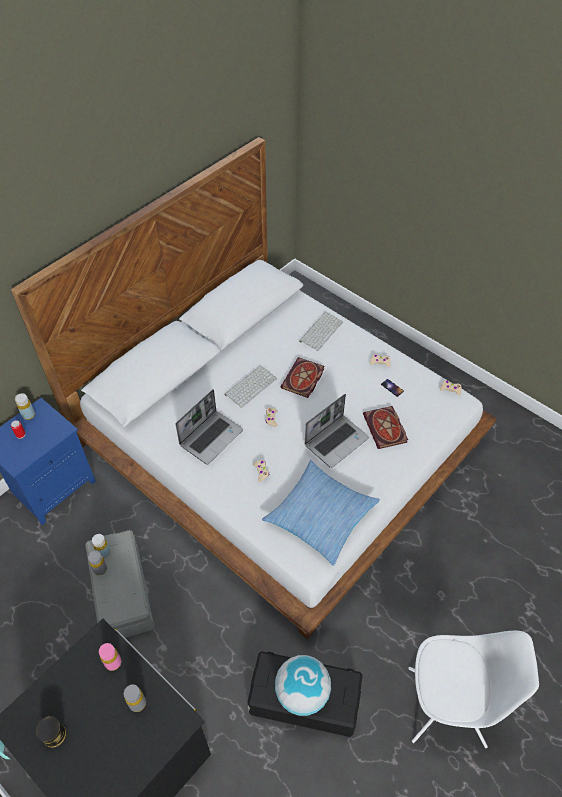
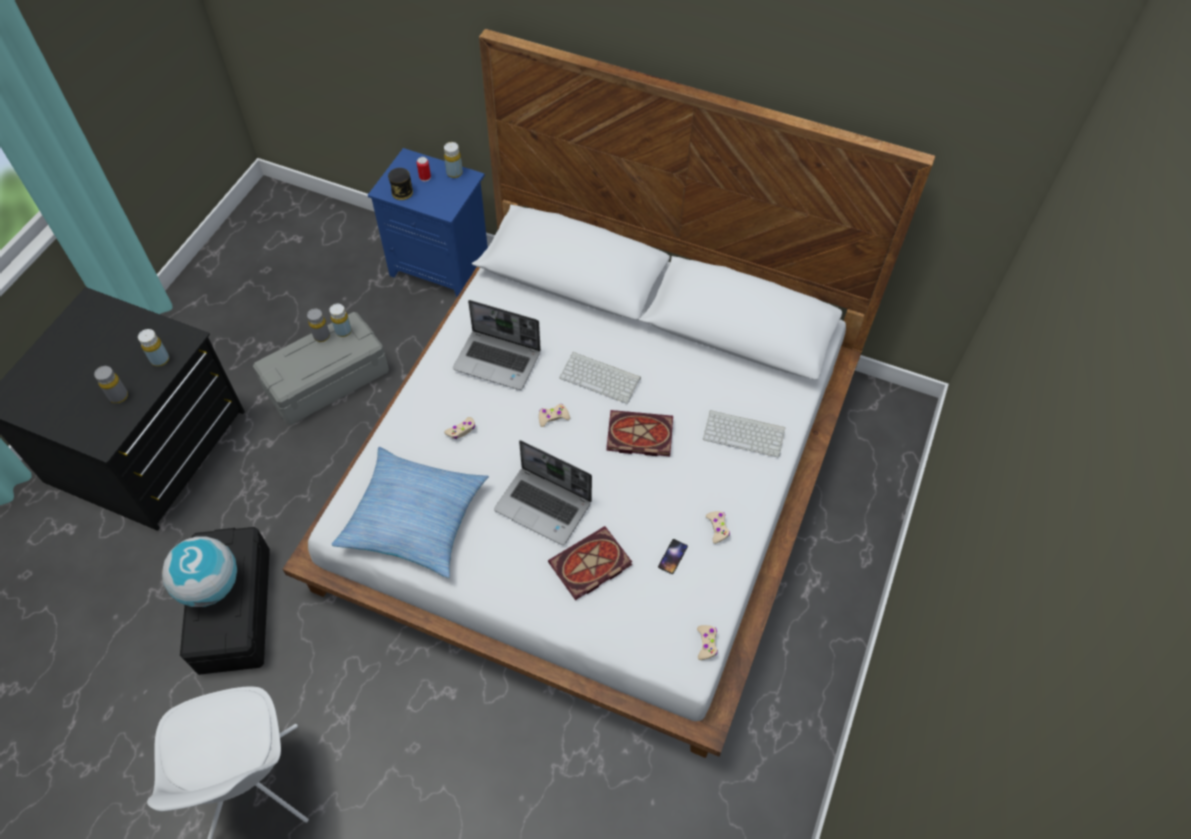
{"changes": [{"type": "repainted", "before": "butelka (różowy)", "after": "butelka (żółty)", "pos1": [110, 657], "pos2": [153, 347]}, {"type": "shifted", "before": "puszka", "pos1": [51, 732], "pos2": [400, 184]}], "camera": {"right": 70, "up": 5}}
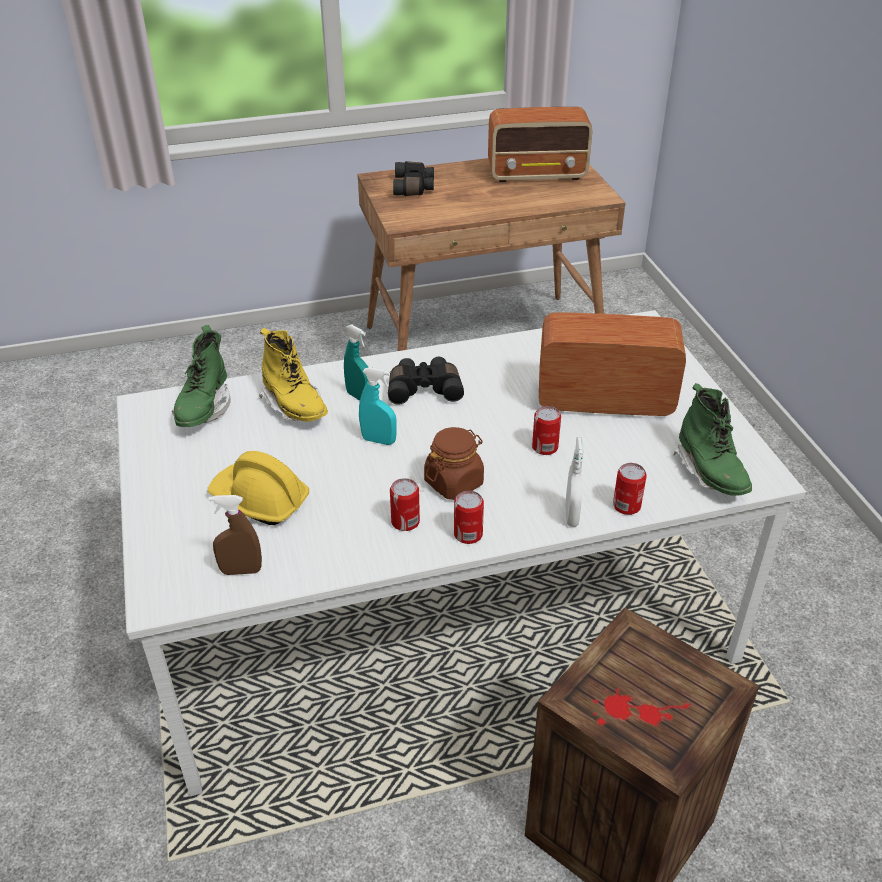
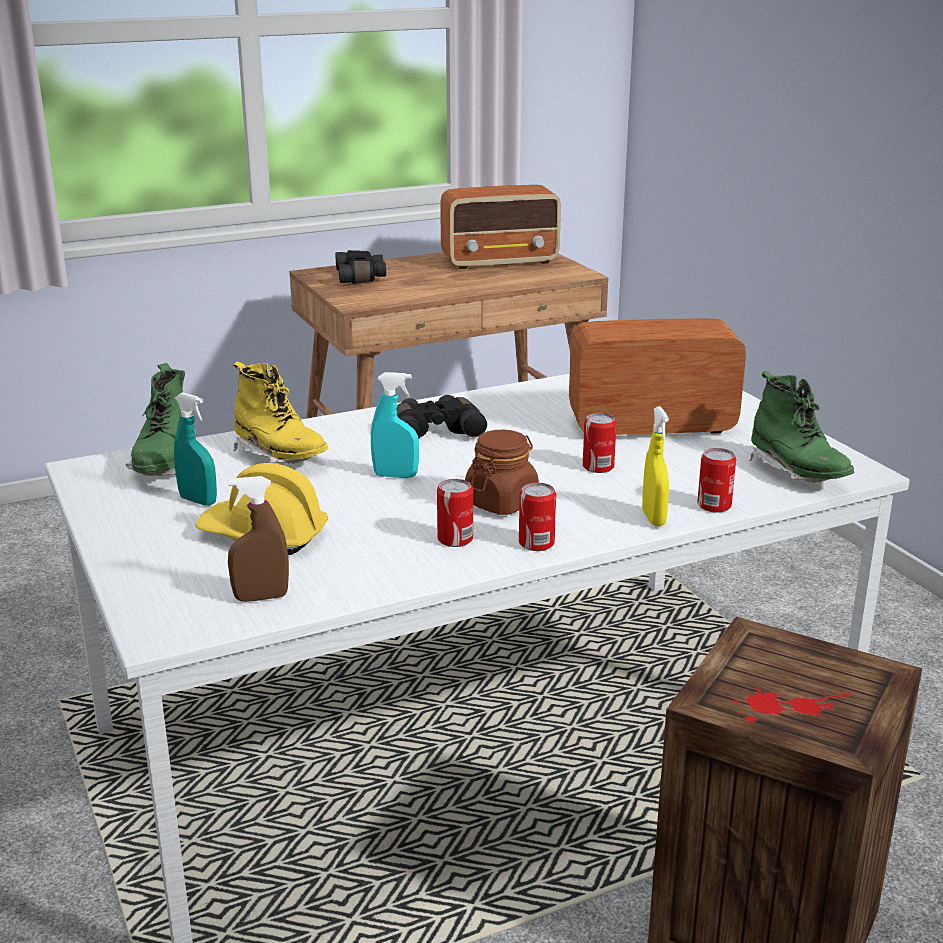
{"changes": [{"type": "shifted", "before": "spryskiwacz (turkusowy)", "pos1": [356, 362], "pos2": [195, 449]}, {"type": "repainted", "before": "spryskiwacz (biały)", "after": "spryskiwacz (żółty)", "pos1": [574, 482], "pos2": [655, 466]}], "camera": {"right": -10, "up": -15}}
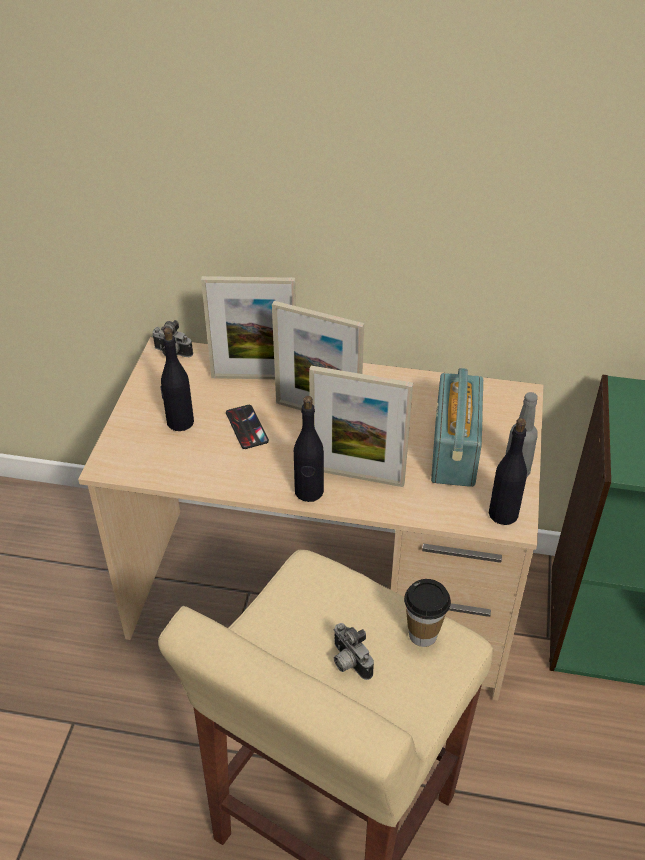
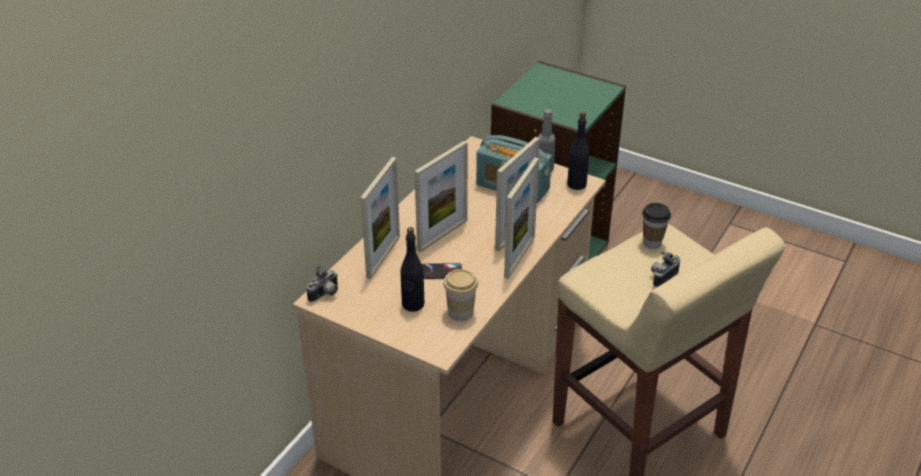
{"changes": [{"type": "swapped", "before": "butelka (czarny)", "after": "ramka na zdjęcie", "pos1": [309, 449], "pos2": [521, 218]}, {"type": "rotated", "before": "aparat fotograficzny", "pos1": [354, 651], "pos2": [665, 269], "turn": 150}, {"type": "new", "after": "filiżanka", "pos2": [460, 295]}], "camera": {"right": -70, "up": -5}}
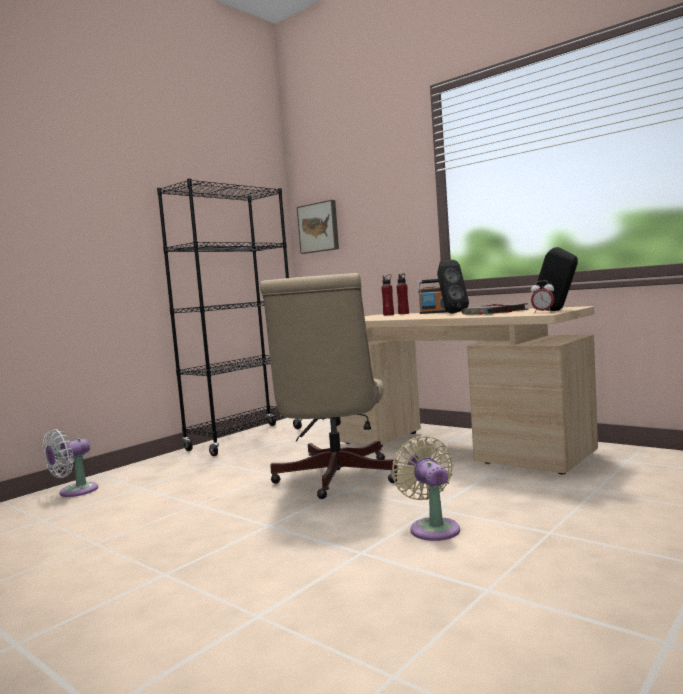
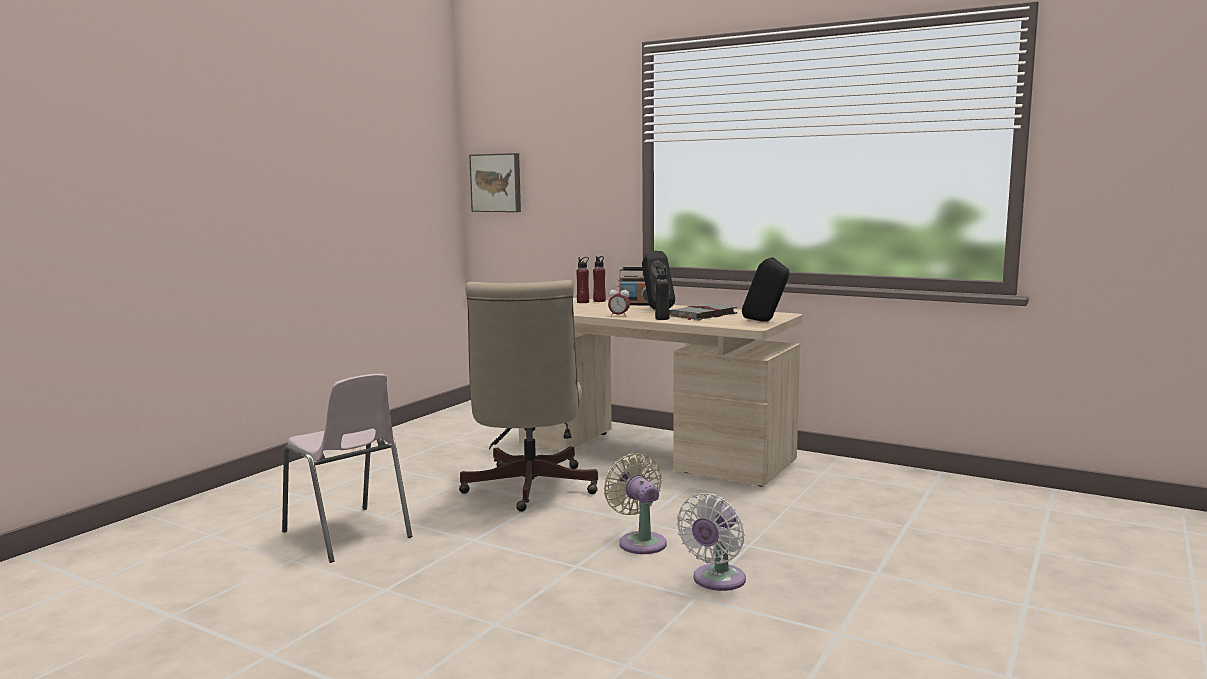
{"changes": [{"type": "gone", "before": "regał (czarny)", "pos1": [229, 317]}, {"type": "shifted", "before": "budzik", "pos1": [542, 297], "pos2": [619, 301]}, {"type": "shifted", "before": "wentylator (biały)", "pos1": [70, 463], "pos2": [711, 542]}, {"type": "new", "after": "butelka (czarny)", "pos2": [662, 293]}, {"type": "new", "after": "krzesło (różowy)", "pos2": [347, 468]}], "camera": {"right": -10, "up": 5}}
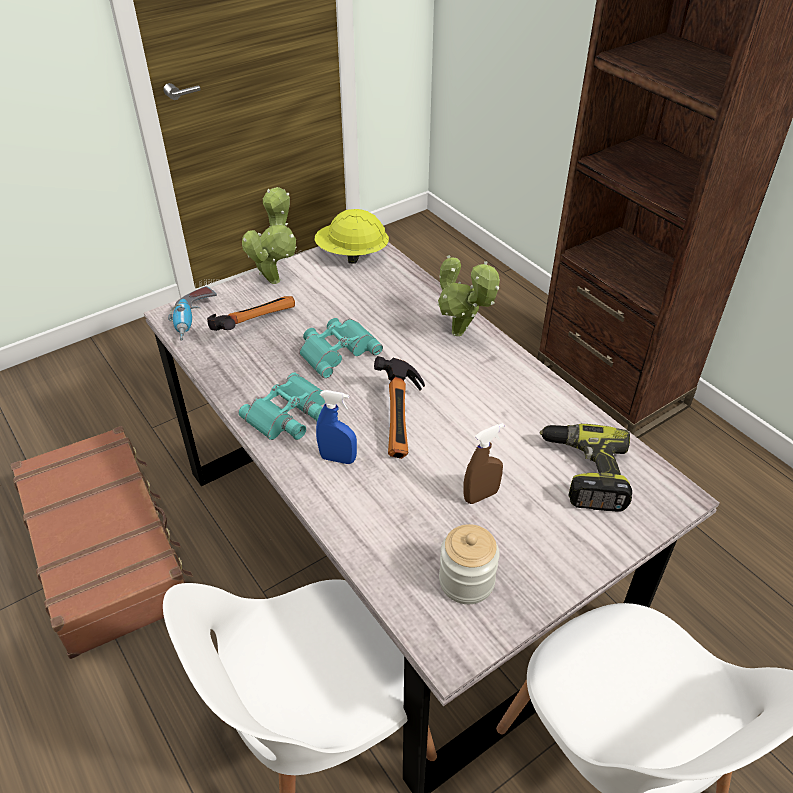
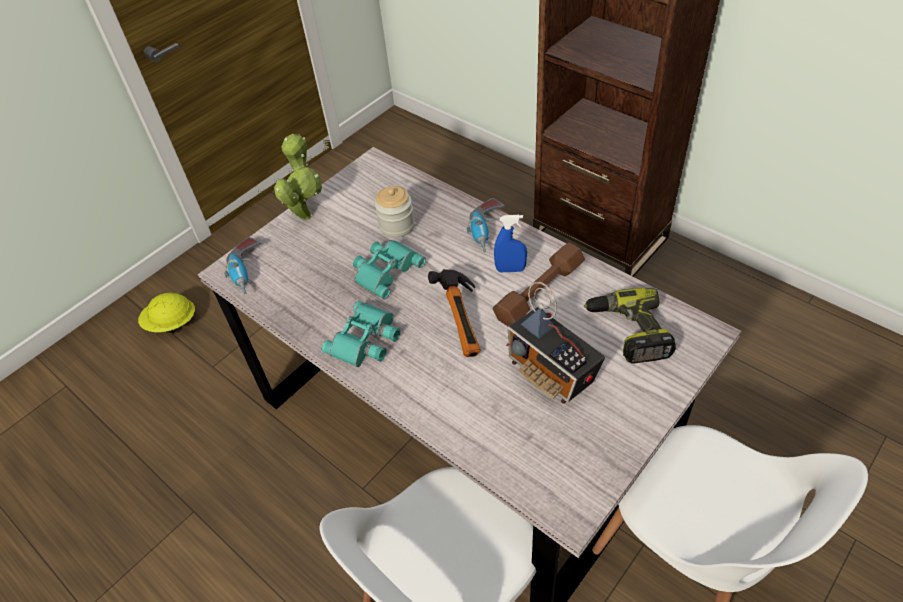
{"changes": [{"type": "shifted", "before": "kask (żółty)", "pos1": [351, 236], "pos2": [166, 313]}, {"type": "swapped", "before": "roślina doniczkowa", "after": "wiertarka", "pos1": [468, 295], "pos2": [485, 225]}, {"type": "gone", "before": "młotek", "pos1": [251, 313]}, {"type": "shifted", "before": "spryskiwacz (niebieski)", "pos1": [336, 427], "pos2": [510, 243]}, {"type": "swapped", "before": "spryskiwacz (brązowy)", "after": "radio", "pos1": [483, 463], "pos2": [555, 343]}, {"type": "gone", "before": "walizka (brązowy)", "pos1": [102, 542]}, {"type": "shifted", "before": "słoik", "pos1": [469, 564], "pos2": [395, 212]}, {"type": "new", "after": "hantel (brązowy)", "pos2": [538, 284]}], "camera": {"right": -10, "up": 5}}
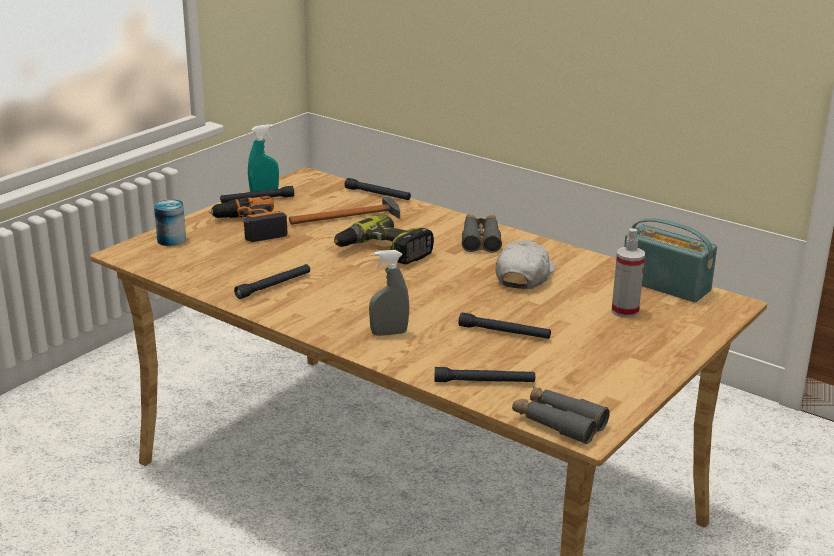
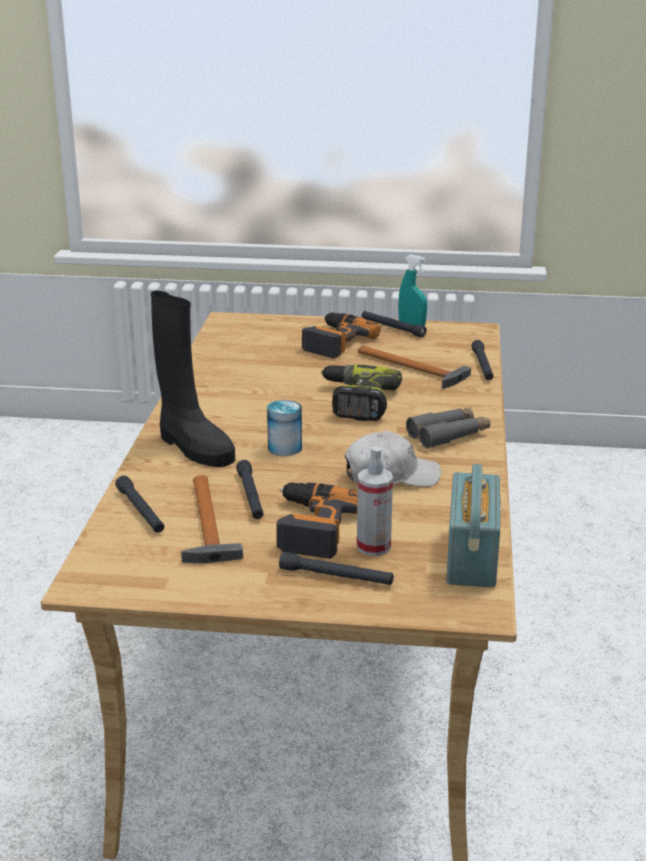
{"changes": [{"type": "shifted", "before": "puszka", "pos1": [170, 222], "pos2": [284, 428]}, {"type": "swapped", "before": "spryskiwacz (szary)", "after": "but z cholewką (czarny)", "pos1": [389, 293], "pos2": [193, 379]}, {"type": "shifted", "before": "latarka (czarny)", "pos1": [272, 281], "pos2": [336, 568]}, {"type": "gone", "before": "lornetka (szary)", "pos1": [561, 415]}, {"type": "new", "after": "młotek", "pos2": [212, 519]}, {"type": "new", "after": "wiertarka", "pos2": [317, 520]}], "camera": {"right": 60, "up": 0}}
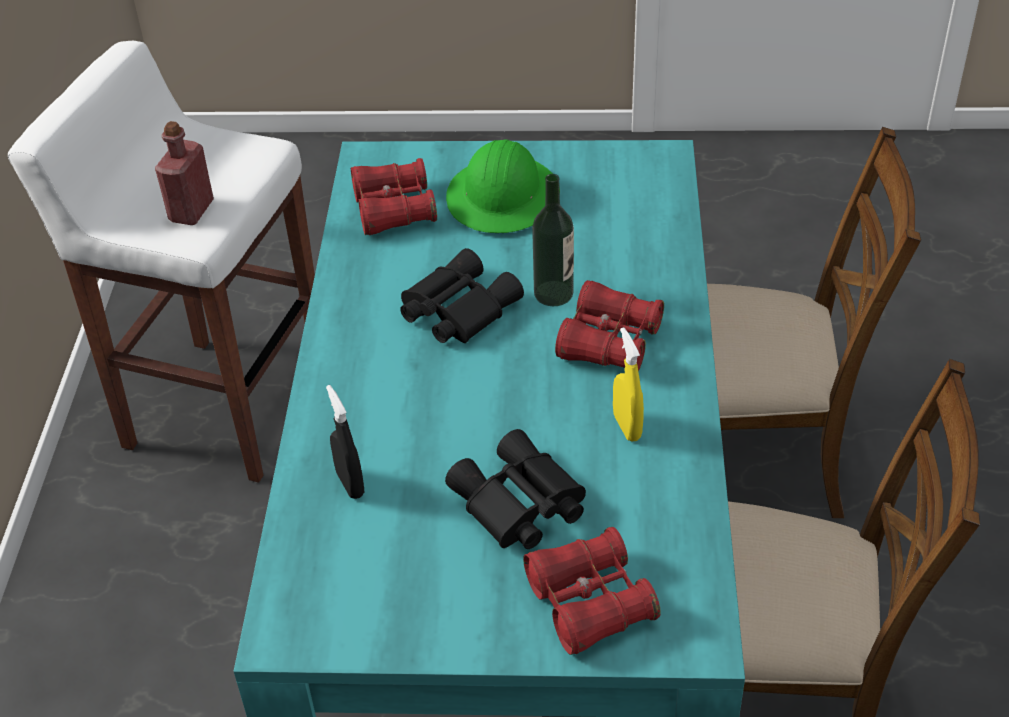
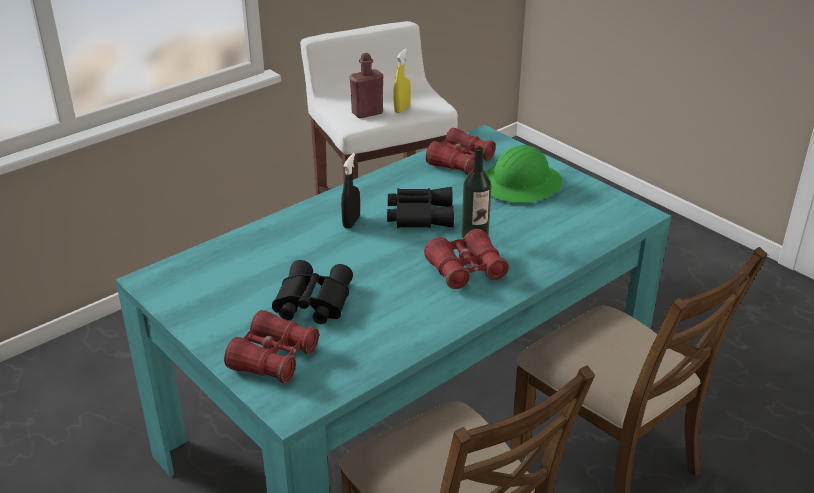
{"changes": [{"type": "shifted", "before": "spryskiwacz (żółty)", "pos1": [628, 384], "pos2": [402, 80]}, {"type": "shifted", "before": "spryskiwacz (czarny)", "pos1": [345, 442], "pos2": [350, 191]}], "camera": {"right": 45, "up": -10}}
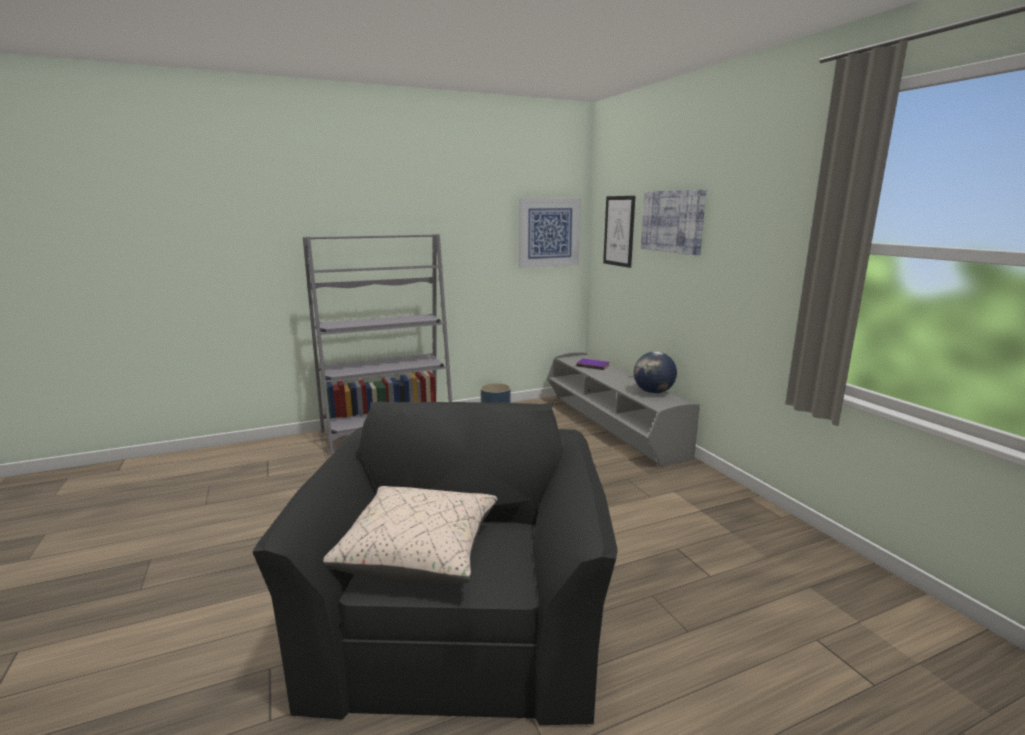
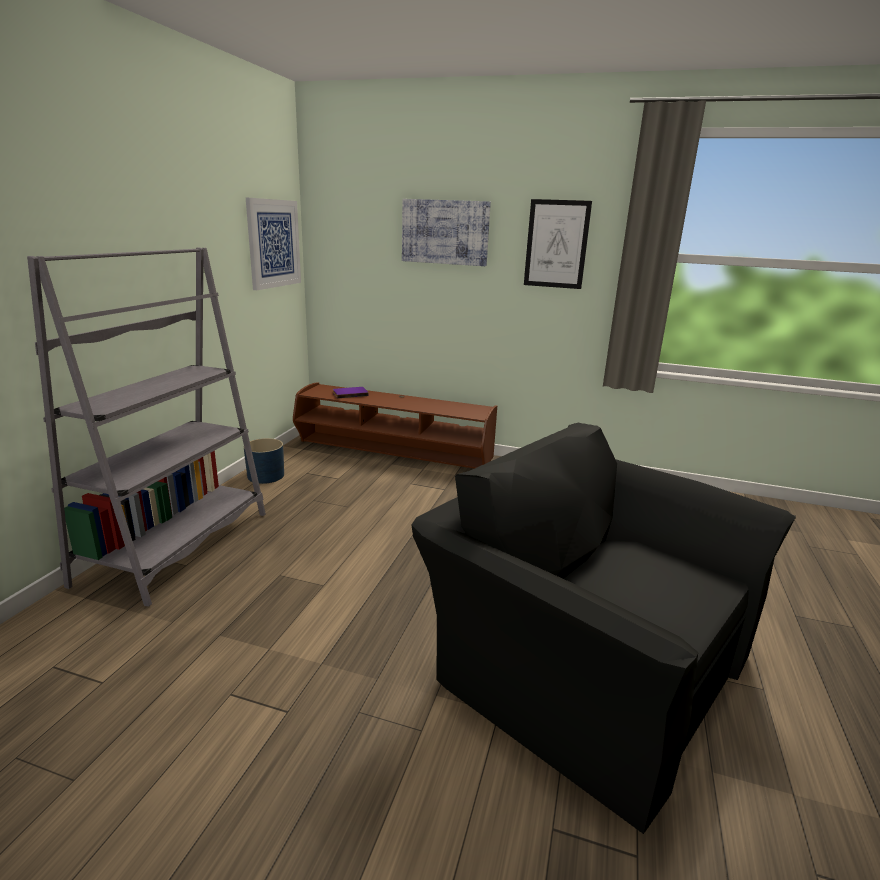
{"changes": [{"type": "shifted", "before": "obraz", "pos1": [619, 232], "pos2": [558, 244]}, {"type": "repainted", "before": "szafka pod telewizor (szary)", "after": "szafka pod telewizor (brązowy)", "pos1": [623, 409], "pos2": [395, 425]}, {"type": "gone", "before": "globus", "pos1": [655, 373]}, {"type": "gone", "before": "poduszka (beżowy)", "pos1": [410, 535]}], "camera": {"right": -50, "up": 5}}
